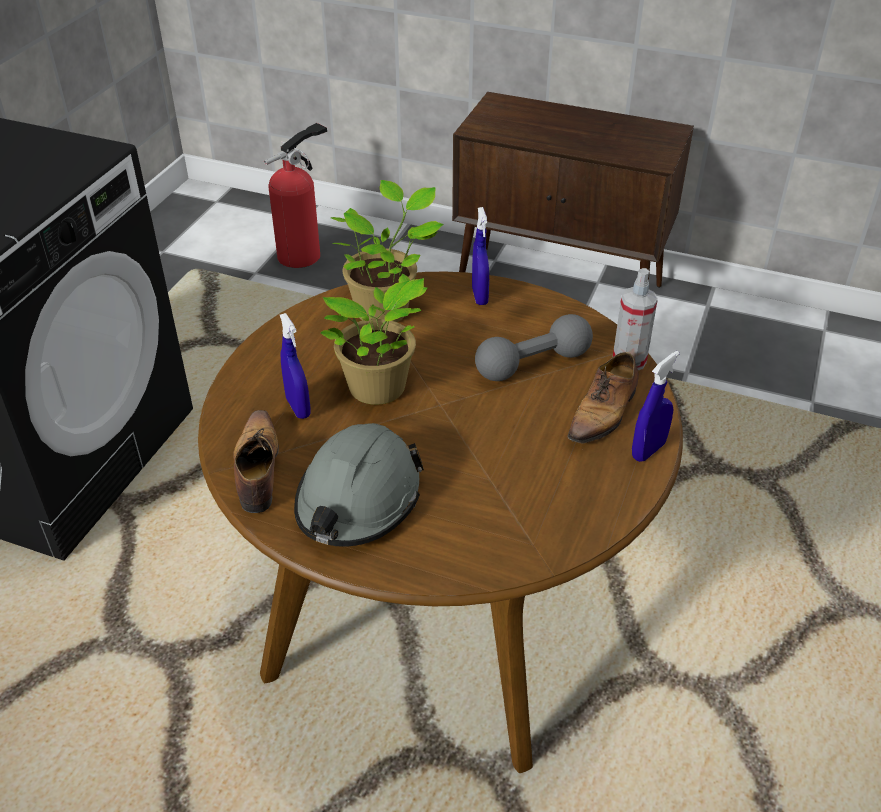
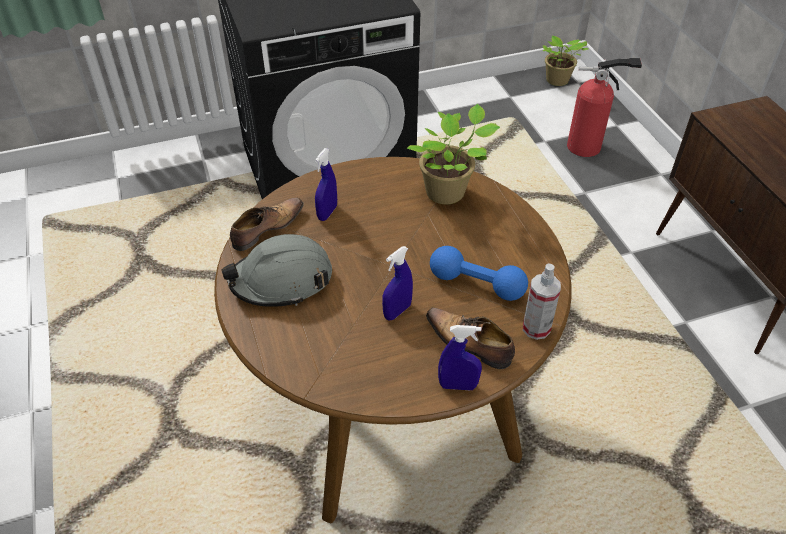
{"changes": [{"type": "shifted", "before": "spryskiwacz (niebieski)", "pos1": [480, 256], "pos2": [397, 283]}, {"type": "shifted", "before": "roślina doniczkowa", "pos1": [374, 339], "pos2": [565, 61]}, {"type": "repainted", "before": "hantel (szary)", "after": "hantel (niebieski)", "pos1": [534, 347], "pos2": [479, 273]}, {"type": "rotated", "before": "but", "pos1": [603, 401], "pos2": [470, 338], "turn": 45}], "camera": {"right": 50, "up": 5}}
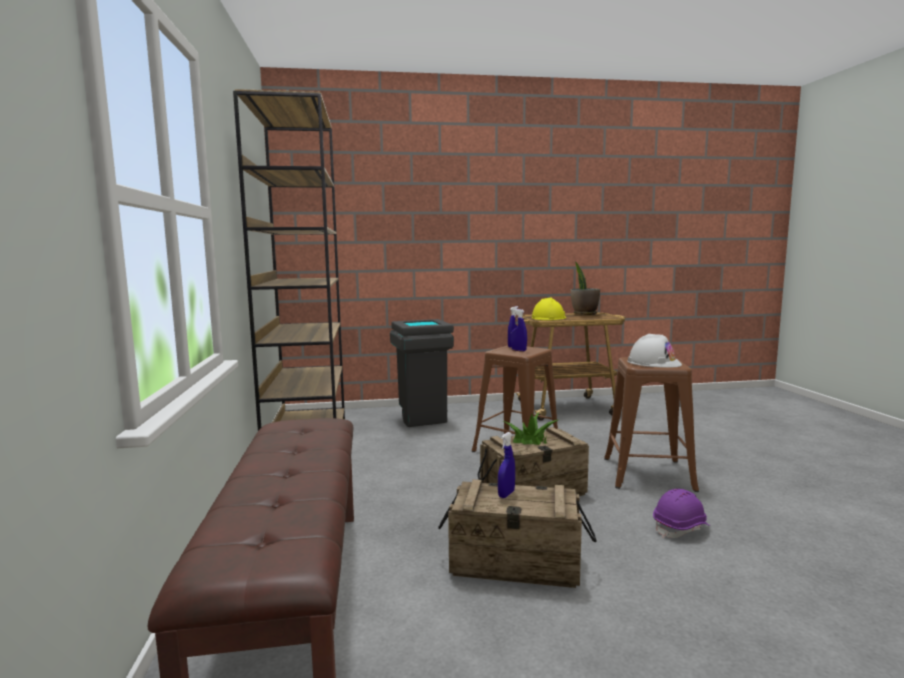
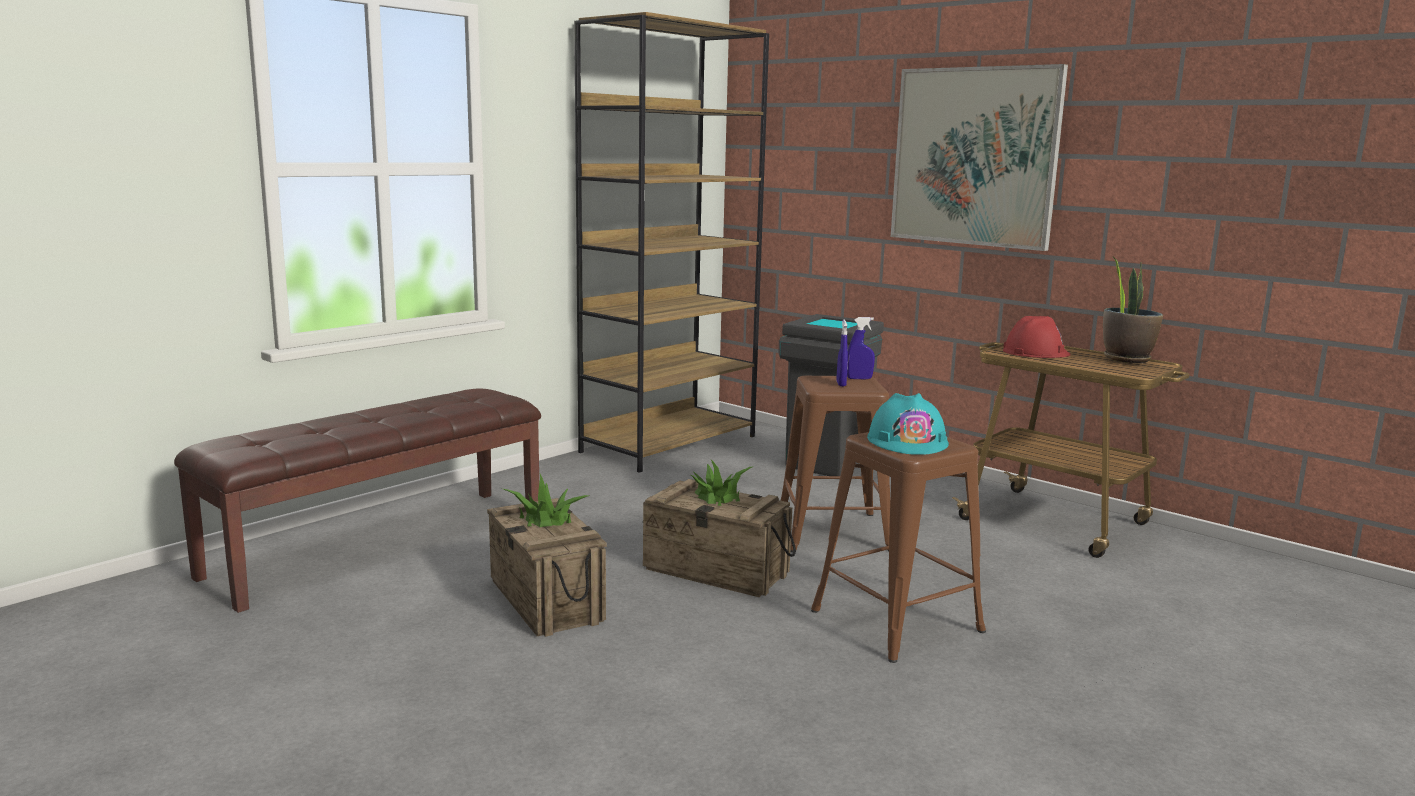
{"changes": [{"type": "repainted", "before": "kask (żółty)", "after": "kask (czerwony)", "pos1": [549, 308], "pos2": [1037, 337]}, {"type": "repainted", "before": "kask (biały)", "after": "kask (turkusowy)", "pos1": [654, 351], "pos2": [908, 424]}, {"type": "swapped", "before": "spryskiwacz (niebieski)", "after": "roślina doniczkowa", "pos1": [506, 465], "pos2": [545, 500]}, {"type": "gone", "before": "kask (fioletowy)", "pos1": [681, 513]}, {"type": "new", "after": "obraz", "pos2": [979, 157]}], "camera": {"right": 50, "up": 5}}
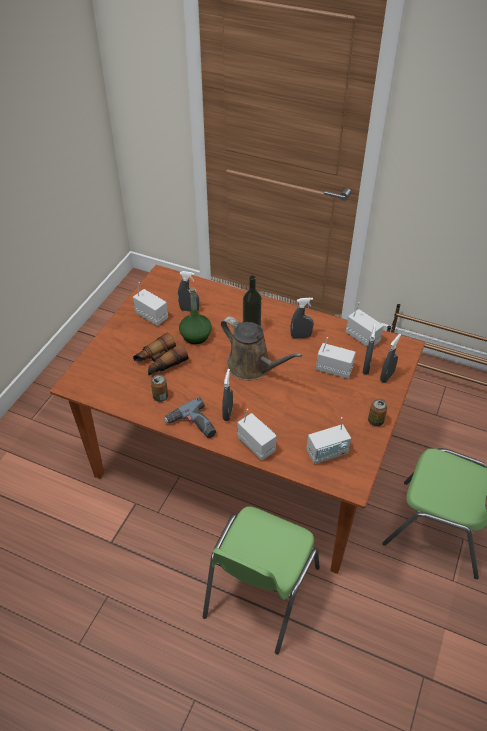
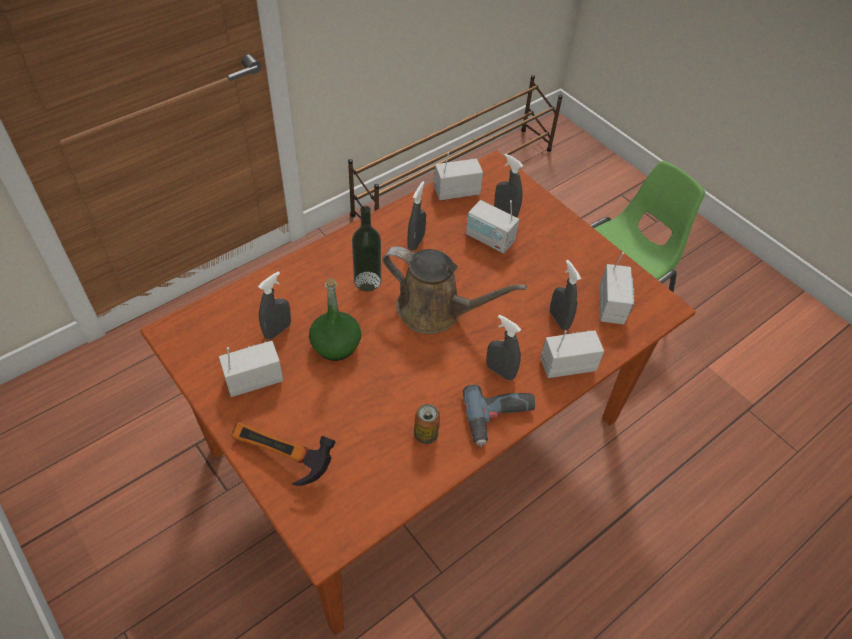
{"changes": [{"type": "rotated", "before": "konewka (brązowy)", "pos1": [261, 348], "pos2": [455, 290], "turn": 45}, {"type": "gone", "before": "lornetka", "pos1": [160, 354]}, {"type": "shifted", "before": "spryskiwacz (szary)", "pos1": [390, 358], "pos2": [565, 295]}, {"type": "rotated", "before": "radio", "pos1": [336, 358], "pos2": [492, 226], "turn": -105}, {"type": "gone", "before": "puszka", "pos1": [377, 412]}, {"type": "gone", "before": "krzesło (zielony)", "pos1": [261, 580]}, {"type": "new", "after": "młotek", "pos2": [283, 454]}], "camera": {"right": -65, "up": 5}}
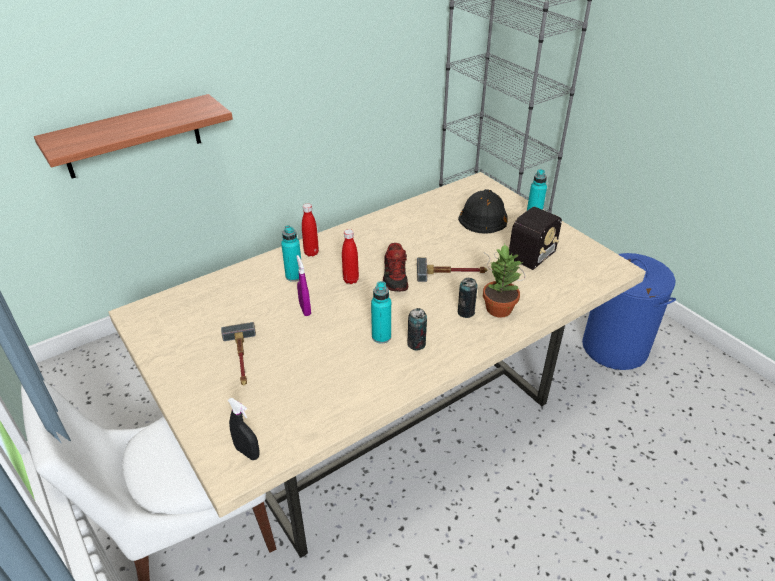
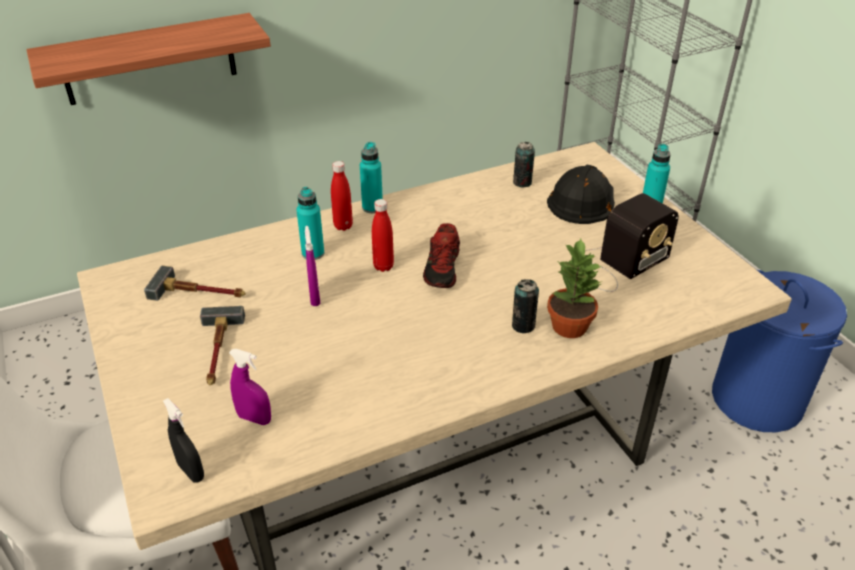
{"changes": [{"type": "shifted", "before": "młotek", "pos1": [452, 269], "pos2": [195, 283]}, {"type": "shifted", "before": "butelka (turkusowy)", "pos1": [381, 312], "pos2": [371, 177]}, {"type": "shifted", "before": "puszka", "pos1": [417, 329], "pos2": [524, 165]}, {"type": "new", "after": "spryskiwacz (fioletowy)", "pos2": [250, 387]}], "camera": {"right": 10, "up": 0}}
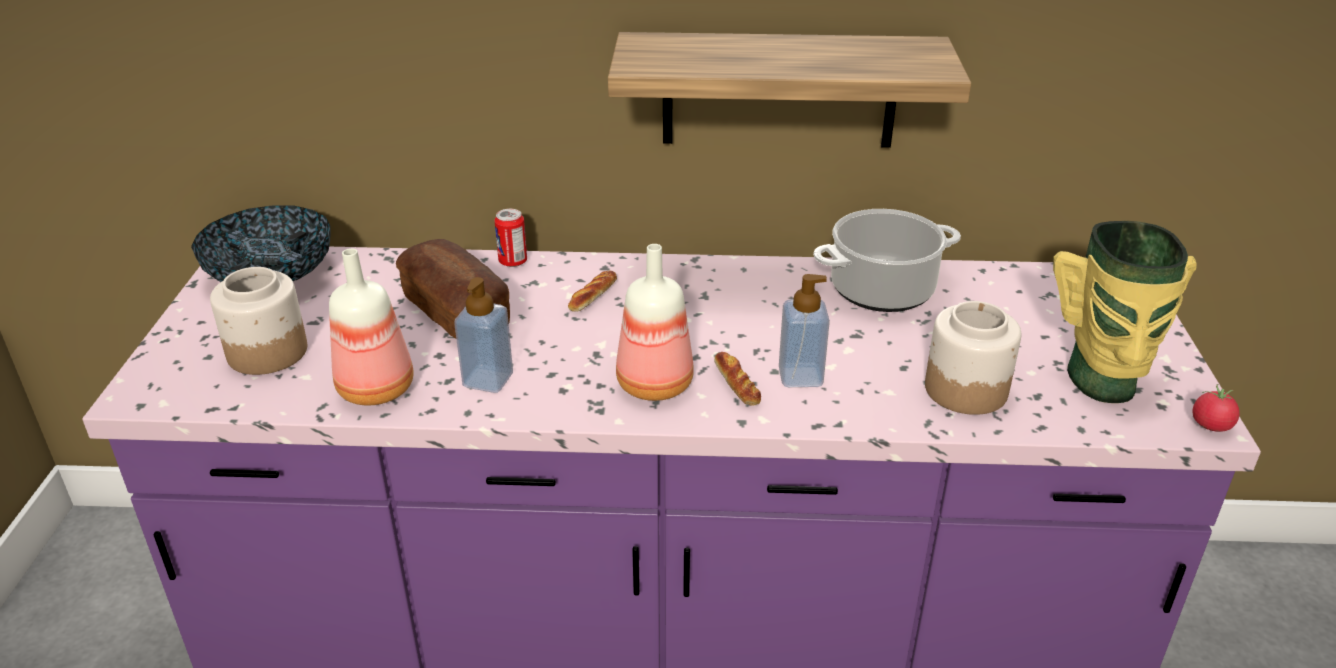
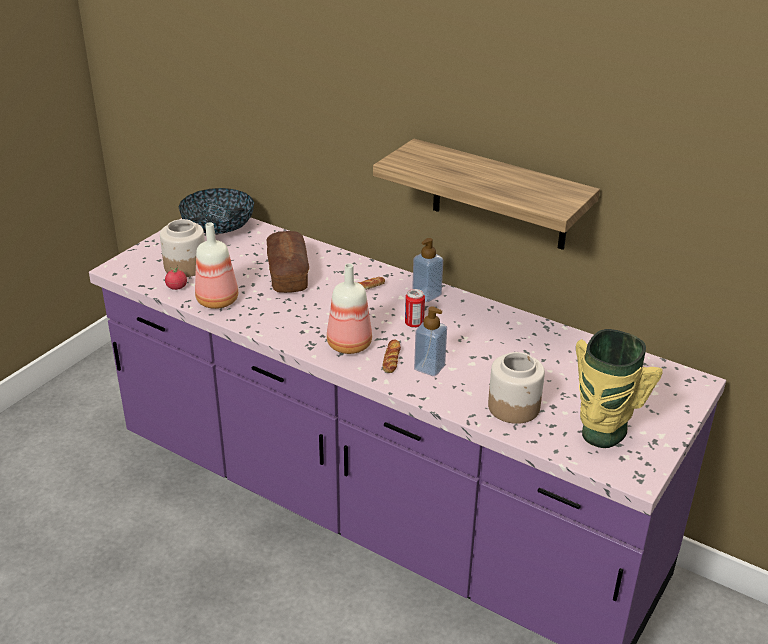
{"changes": [{"type": "shifted", "before": "puszka", "pos1": [510, 238], "pos2": [415, 308]}, {"type": "gone", "before": "garnek", "pos1": [887, 260]}, {"type": "shifted", "before": "dozownik mydła", "pos1": [483, 335], "pos2": [427, 270]}, {"type": "shifted", "before": "pomidor", "pos1": [1216, 408], "pos2": [176, 278]}], "camera": {"right": 30, "up": 0}}
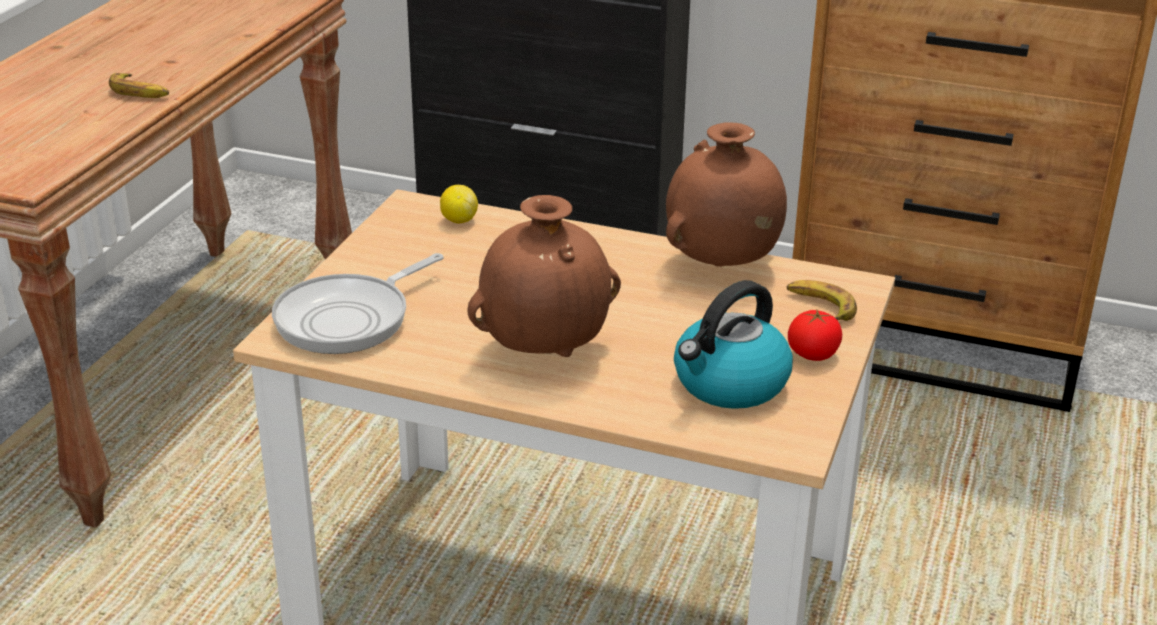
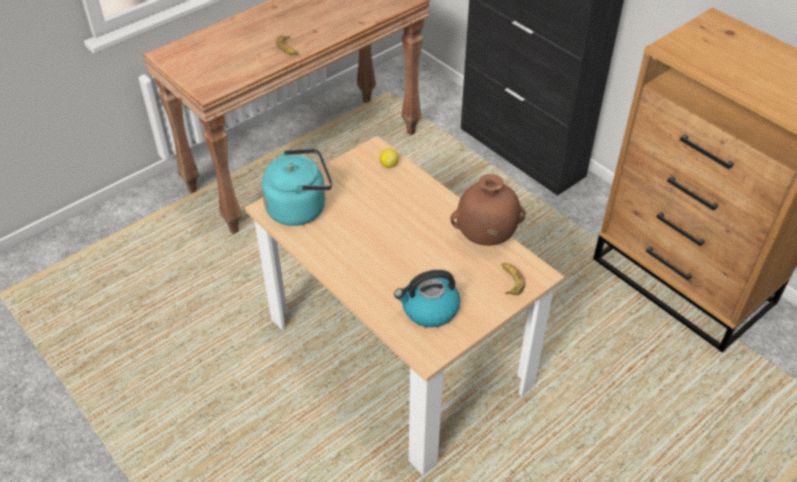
{"changes": [{"type": "gone", "before": "wazon (brązowy)", "pos1": [544, 276]}, {"type": "swapped", "before": "patelnia", "after": "czajnik (turkusowy)", "pos1": [358, 303], "pos2": [297, 187]}, {"type": "gone", "before": "pomidor", "pos1": [815, 335]}], "camera": {"right": 30, "up": 15}}
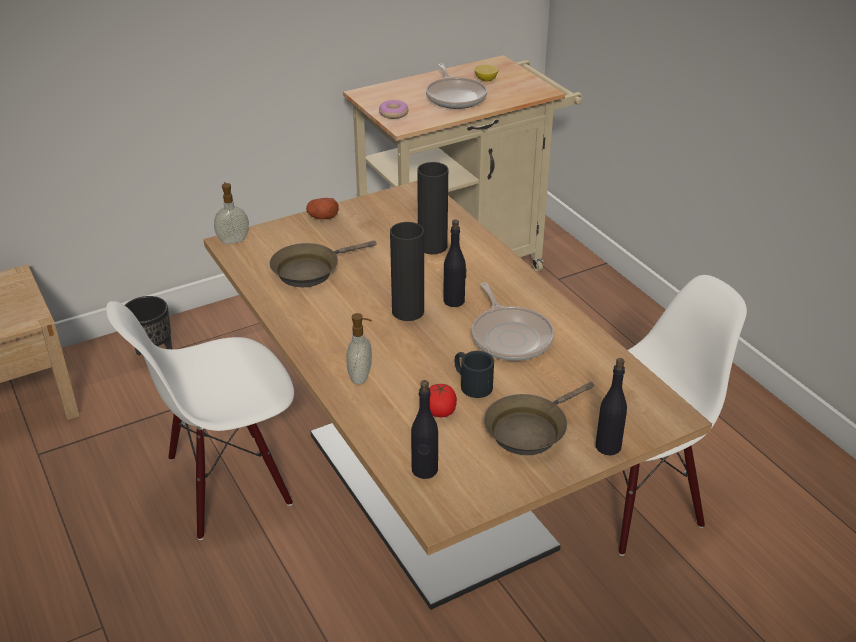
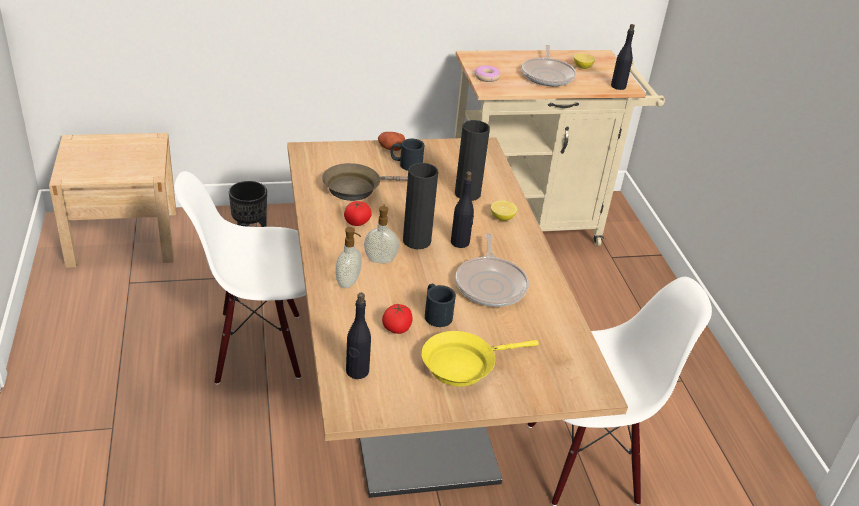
{"changes": [{"type": "shifted", "before": "dozownik mydła", "pos1": [231, 213], "pos2": [381, 233]}, {"type": "shifted", "before": "butelka (czarny)", "pos1": [611, 406], "pos2": [623, 57]}, {"type": "repainted", "before": "patelnia (brązowy)", "after": "patelnia (żółty)", "pos1": [539, 418], "pos2": [480, 359]}, {"type": "new", "after": "kubek (czarny)", "pos2": [408, 155]}, {"type": "new", "after": "cytryna", "pos2": [504, 210]}, {"type": "new", "after": "pomidor", "pos2": [358, 213]}], "camera": {"right": 15, "up": 0}}
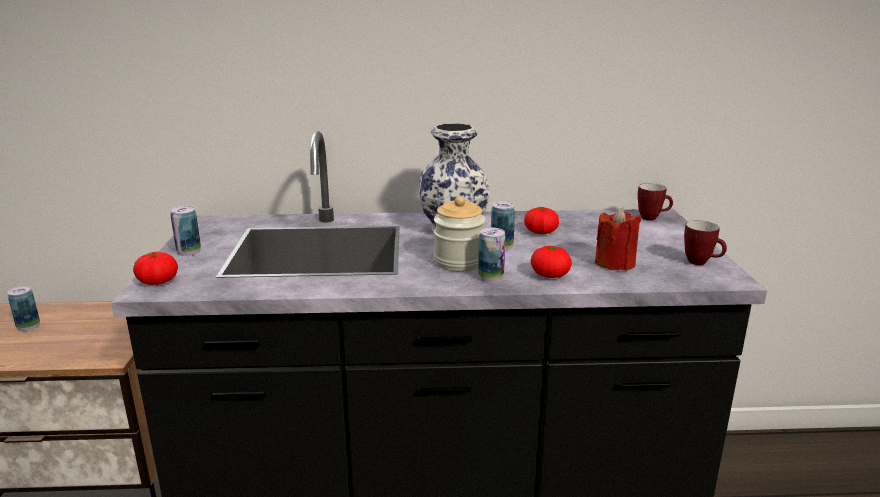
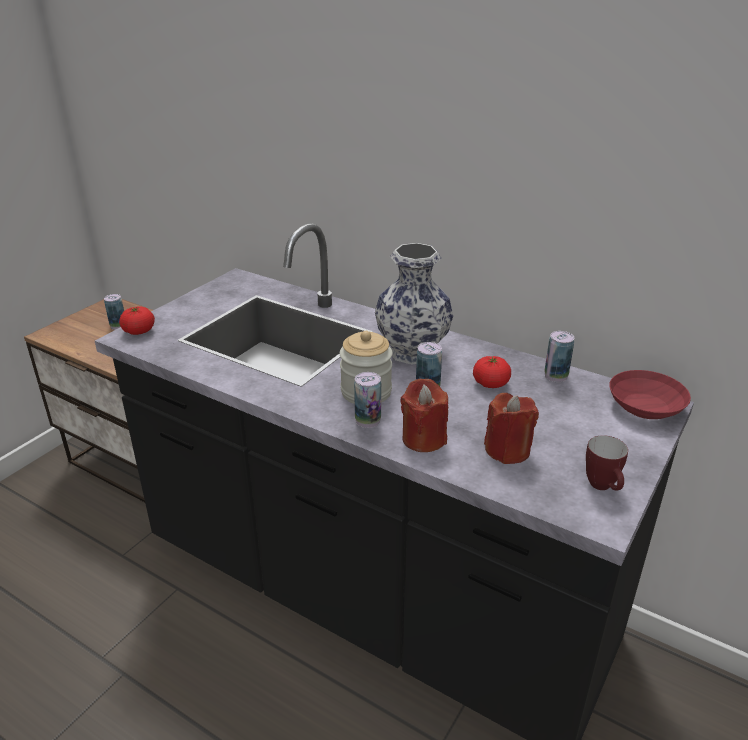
{"changes": [{"type": "swapped", "before": "kubek", "after": "miska (czerwony)", "pos1": [655, 202], "pos2": [650, 394]}, {"type": "shifted", "before": "puszka", "pos1": [185, 231], "pos2": [559, 356]}, {"type": "swapped", "before": "pomidor", "after": "świeca (czerwony)", "pos1": [551, 262], "pos2": [424, 415]}], "camera": {"right": 35, "up": 10}}
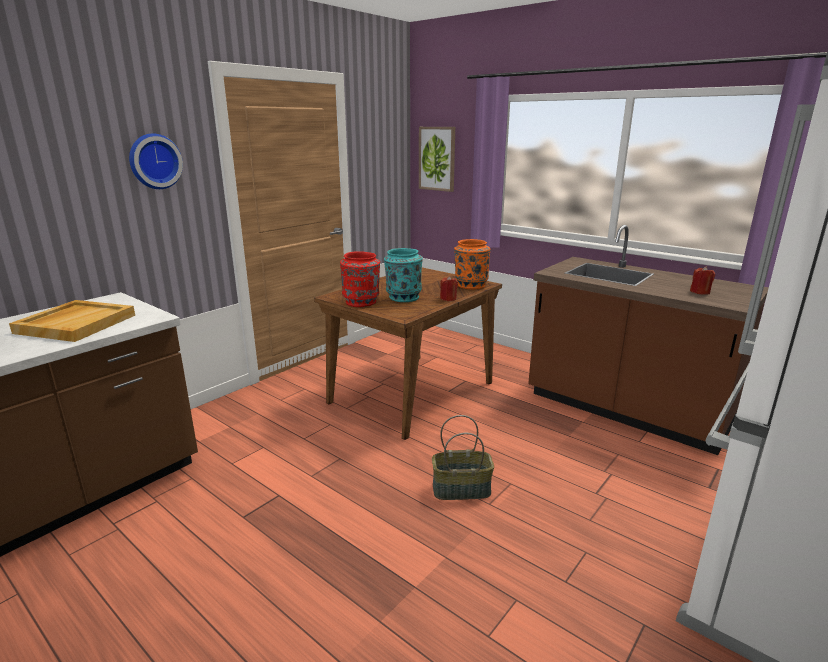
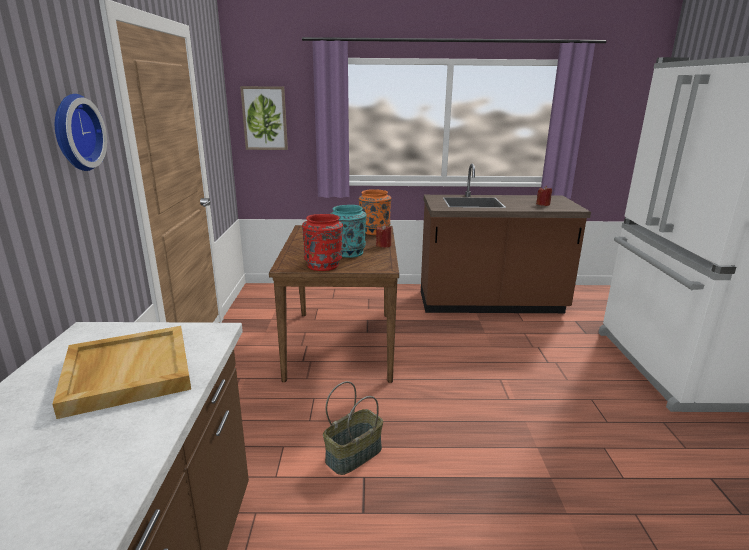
{"changes": [{"type": "shifted", "before": "koszyk", "pos1": [463, 457], "pos2": [353, 428]}], "camera": {"right": -40, "up": 0}}
